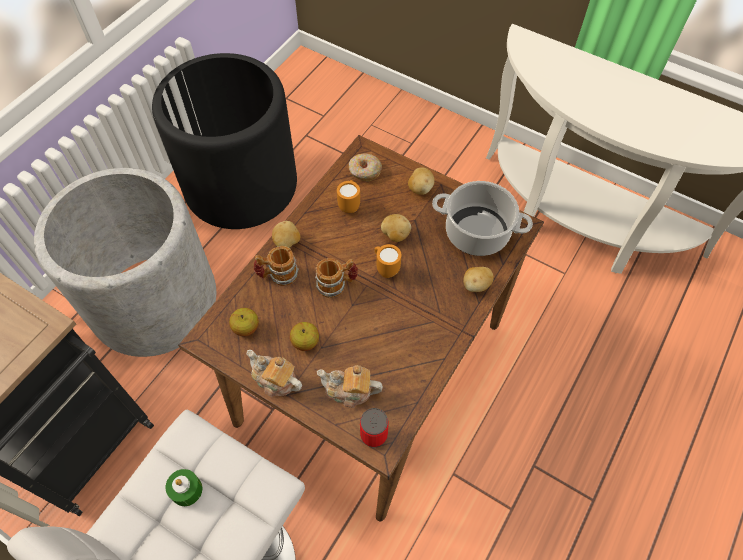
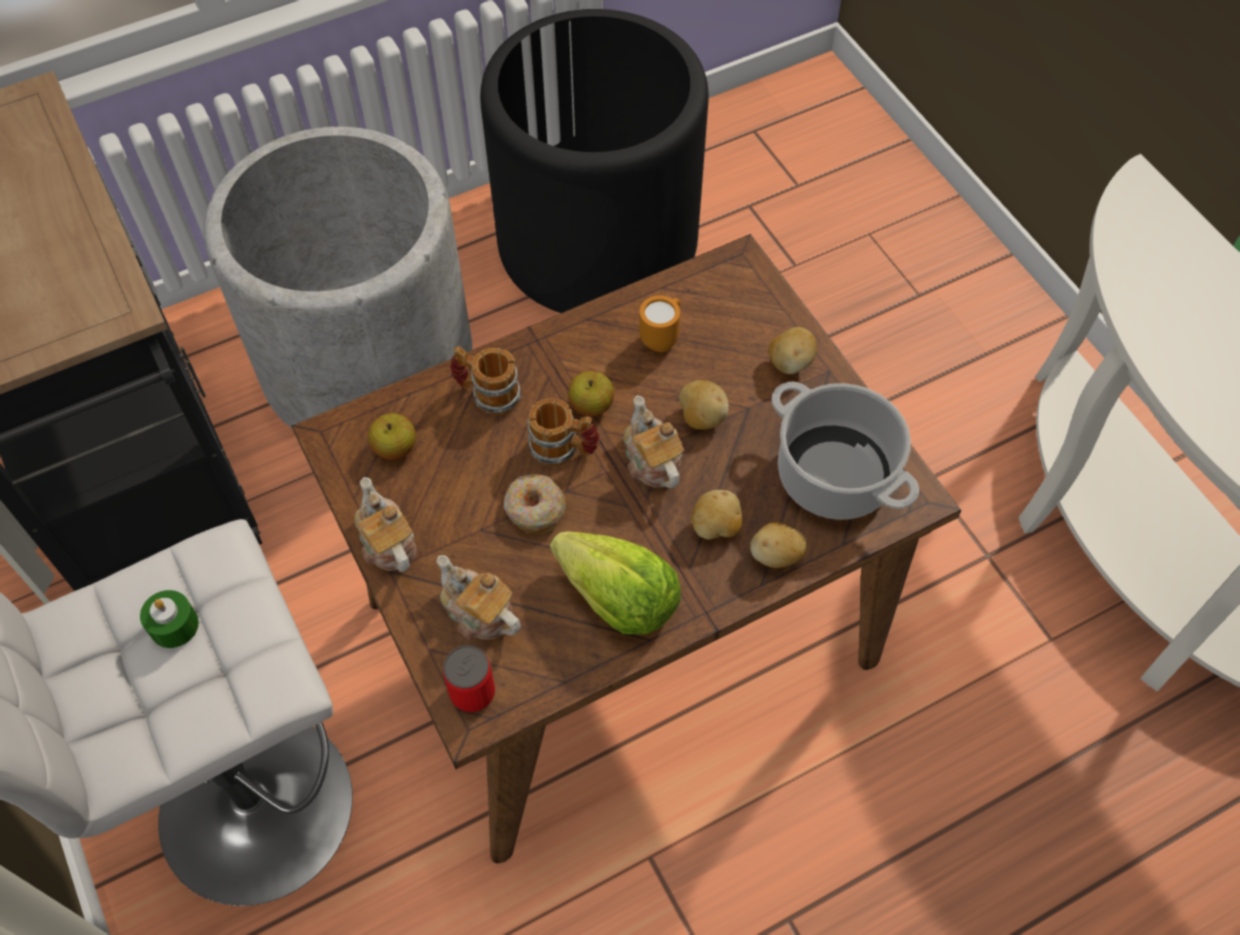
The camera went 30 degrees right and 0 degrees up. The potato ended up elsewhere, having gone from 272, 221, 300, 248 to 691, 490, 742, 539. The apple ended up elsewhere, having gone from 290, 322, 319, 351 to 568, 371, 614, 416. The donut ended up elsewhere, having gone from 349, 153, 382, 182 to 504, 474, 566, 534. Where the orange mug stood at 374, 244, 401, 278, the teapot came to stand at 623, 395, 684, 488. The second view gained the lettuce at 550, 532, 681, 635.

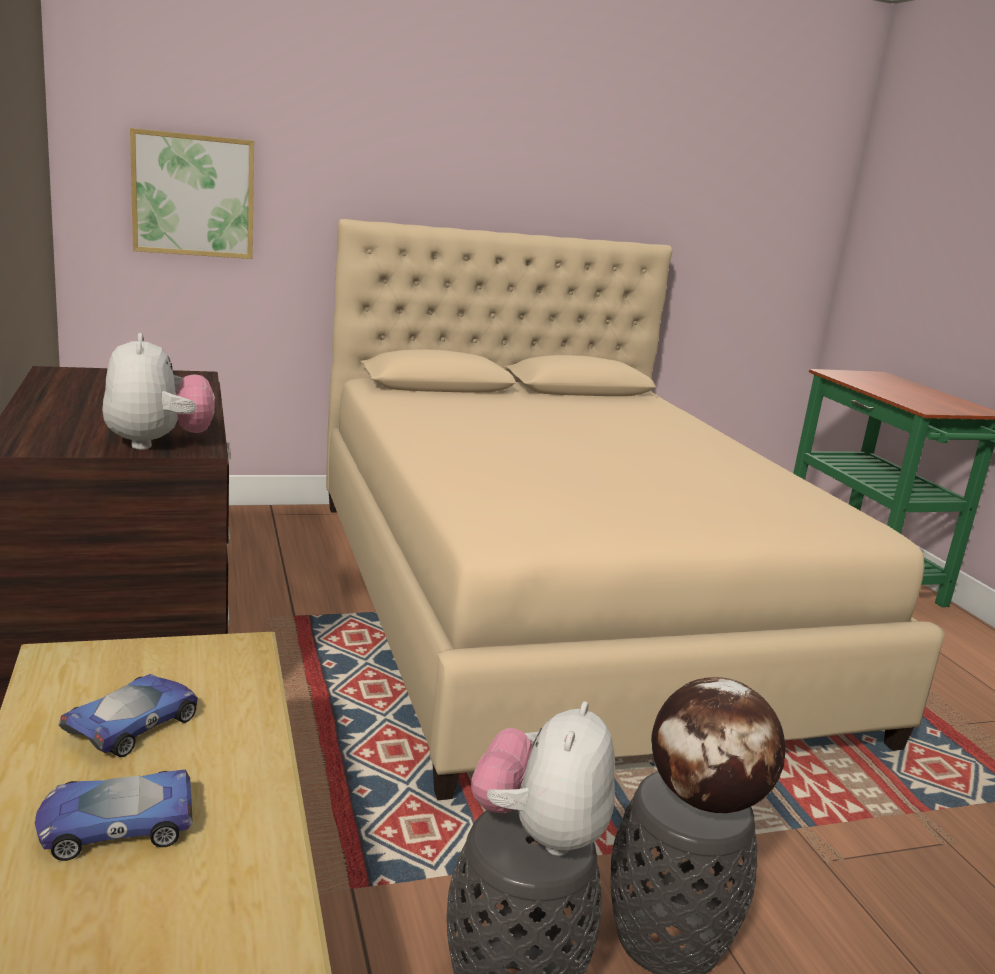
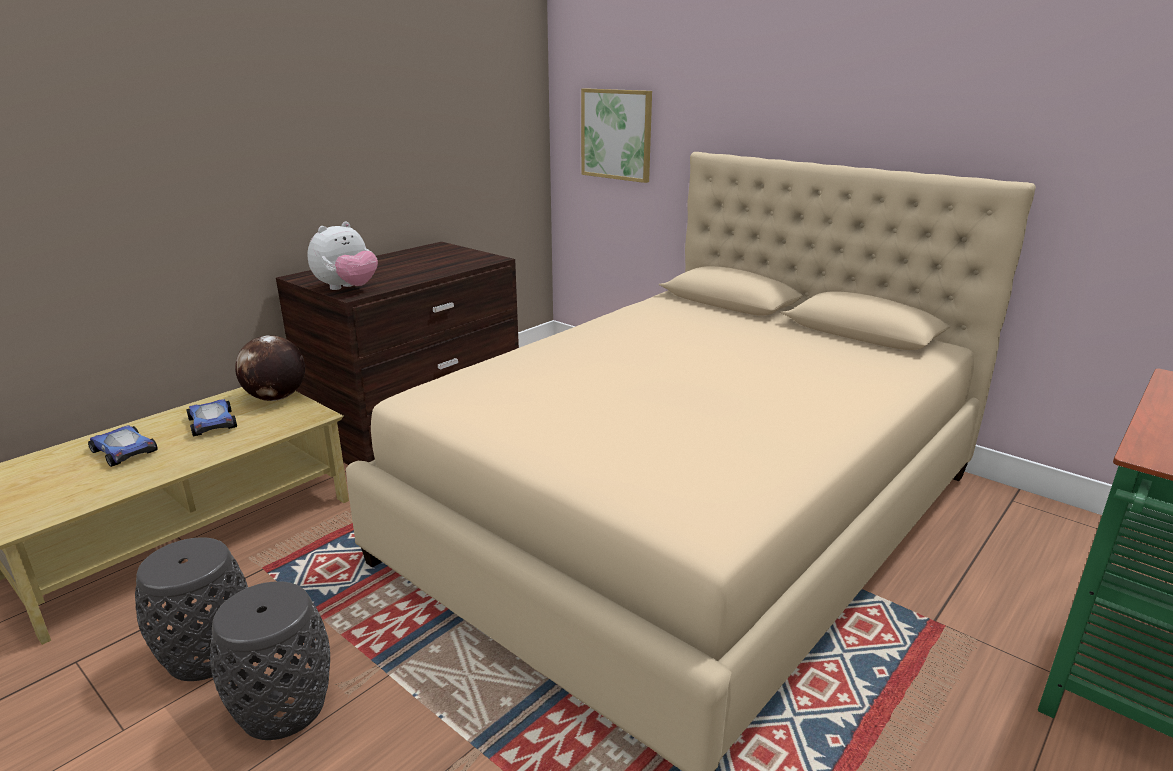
The camera went 60 degrees right and 5 degrees up. The toy car at 58, 674, 198, 757 ended up facing another way, 120 degrees counterclockwise from before. The second view lost the plush toy at 471, 701, 615, 856. The globe ended up elsewhere, having gone from 651, 677, 785, 813 to 235, 335, 305, 401.

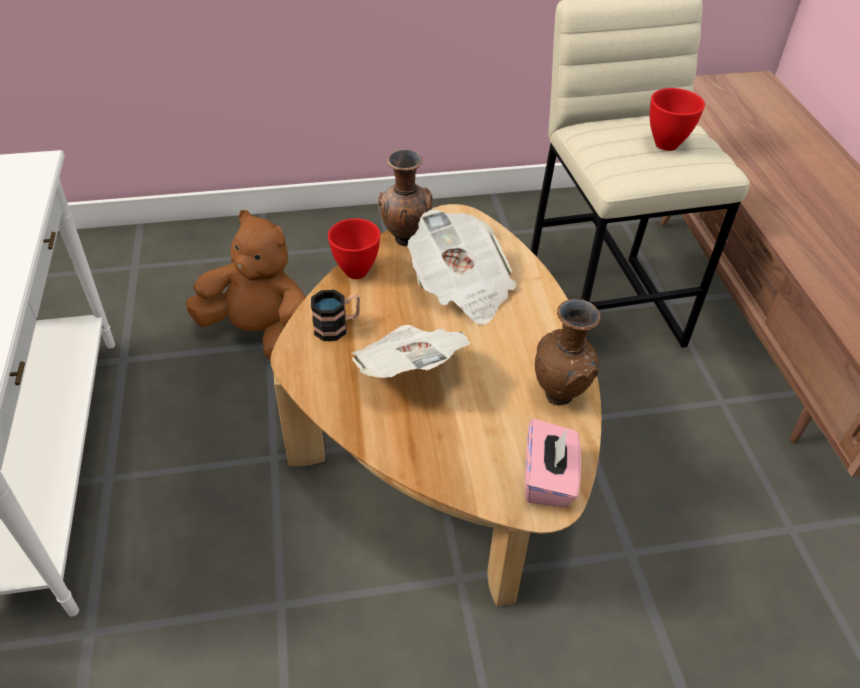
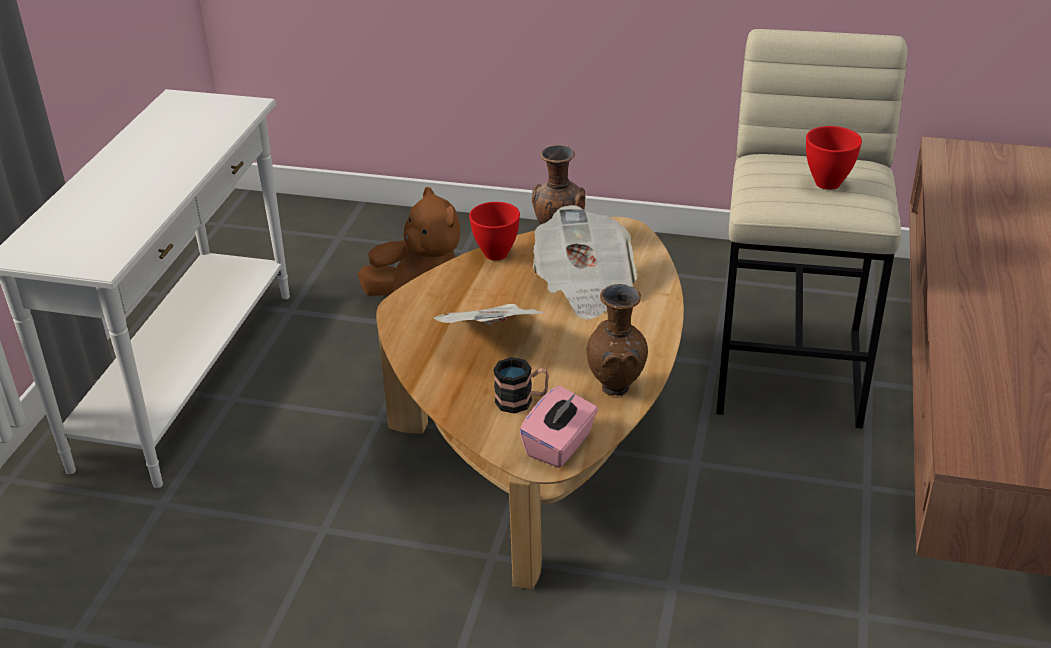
The camera went 25 degrees right and 10 degrees down. The mug ended up elsewhere, having gone from 311, 290, 360, 341 to 494, 357, 549, 414.

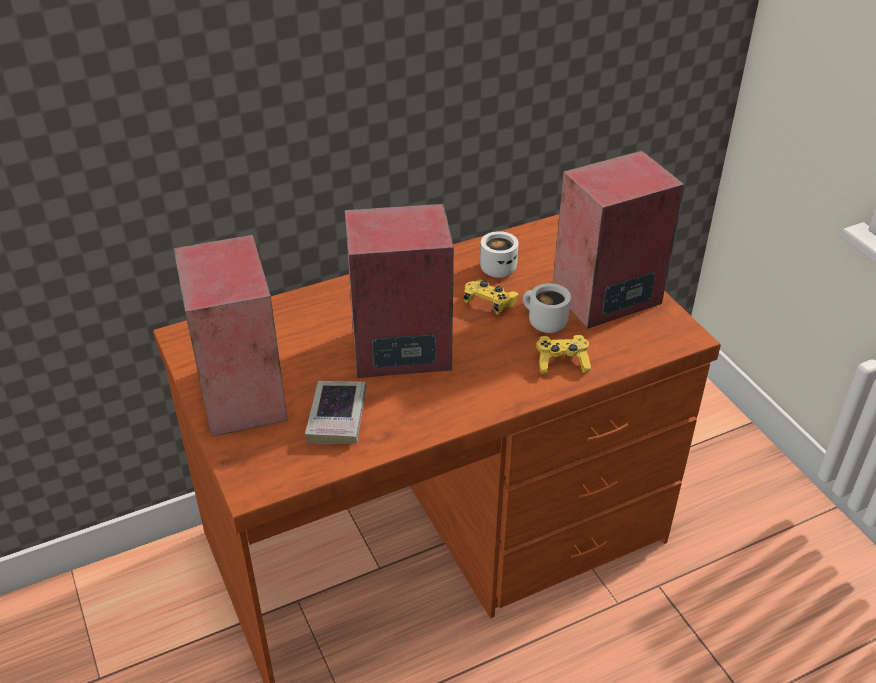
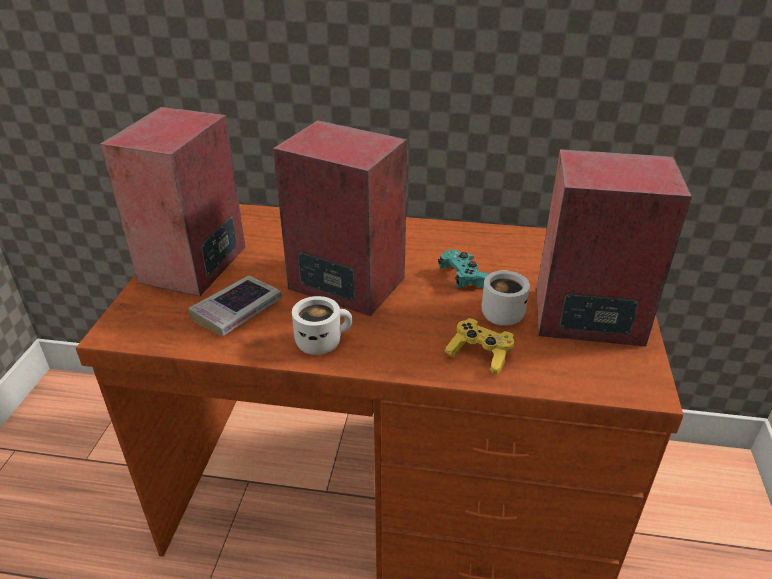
The camera went 35 degrees right and 5 degrees down. What was the yellow game controller at 464, 279, 520, 315 turned into the turquoise game controller at 438, 249, 489, 288. The white mug ended up elsewhere, having gone from 480, 231, 519, 278 to 292, 296, 352, 355.

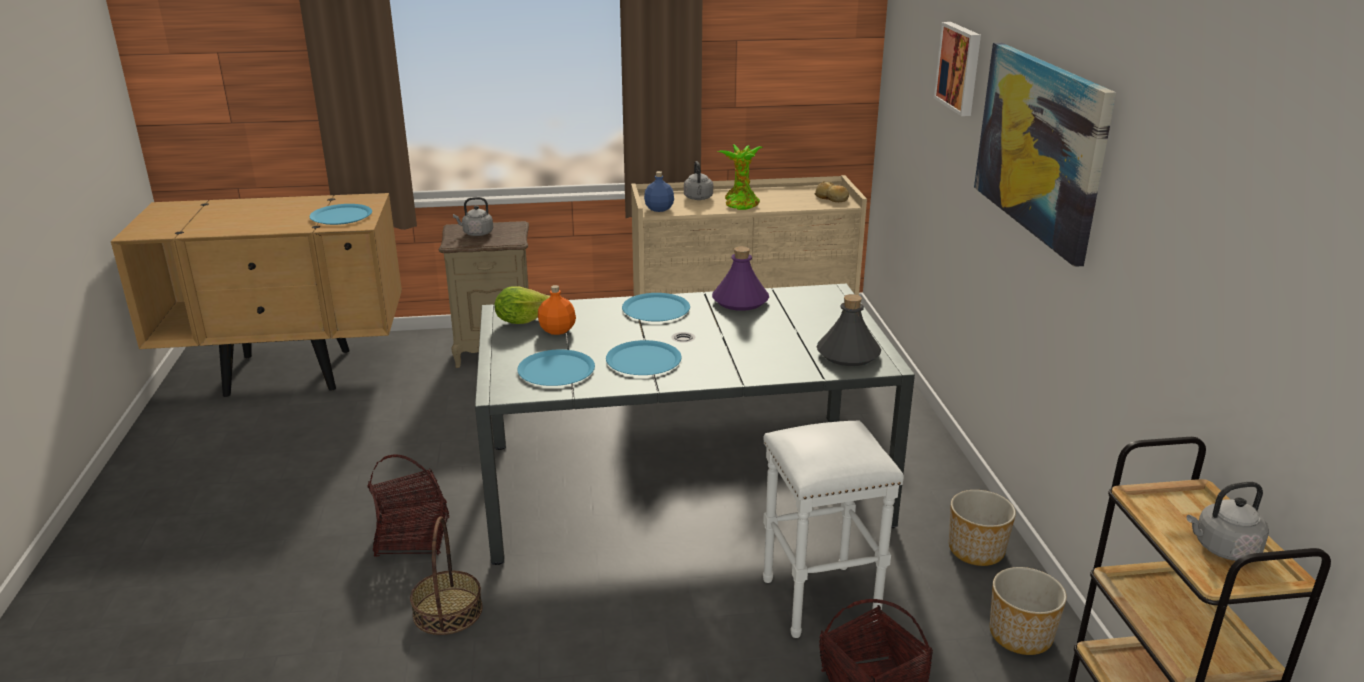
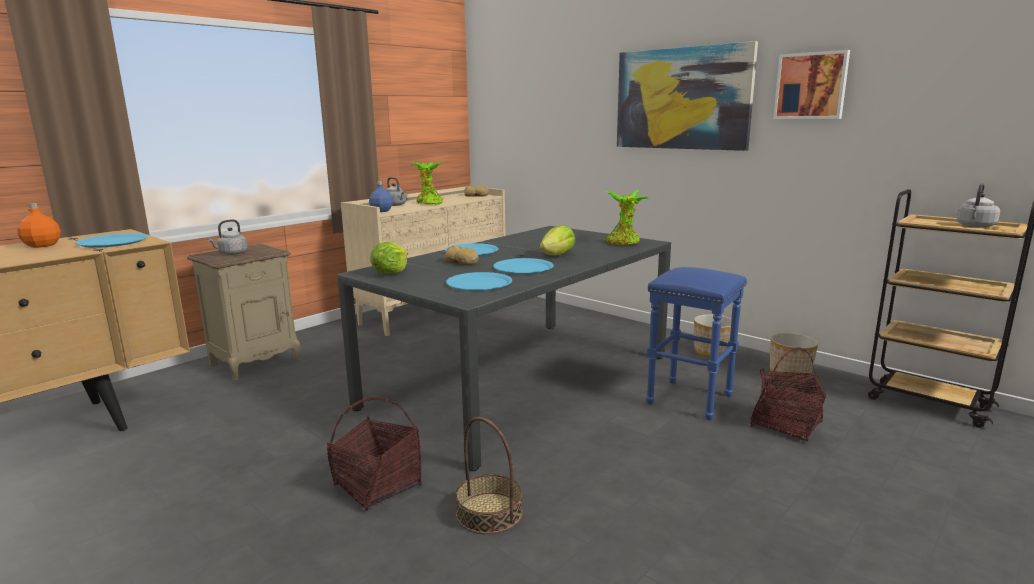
The camera went 40 degrees left and 10 degrees down. The orange bottle ended up elsewhere, having gone from 538, 285, 576, 335 to 17, 203, 61, 248. The second view lost the purple bottle at 712, 246, 769, 311. What was the white stool at 763, 420, 904, 638 turned into the blue stool at 646, 267, 747, 420. Where the grey bottle stood at 817, 294, 881, 366, the potted plant came to stand at 605, 190, 648, 245. The picture ended up elsewhere, having gone from 934, 22, 981, 116 to 773, 50, 850, 119. The second view gained the bread at 444, 246, 479, 265. The second view gained the lettuce at 540, 225, 575, 255.

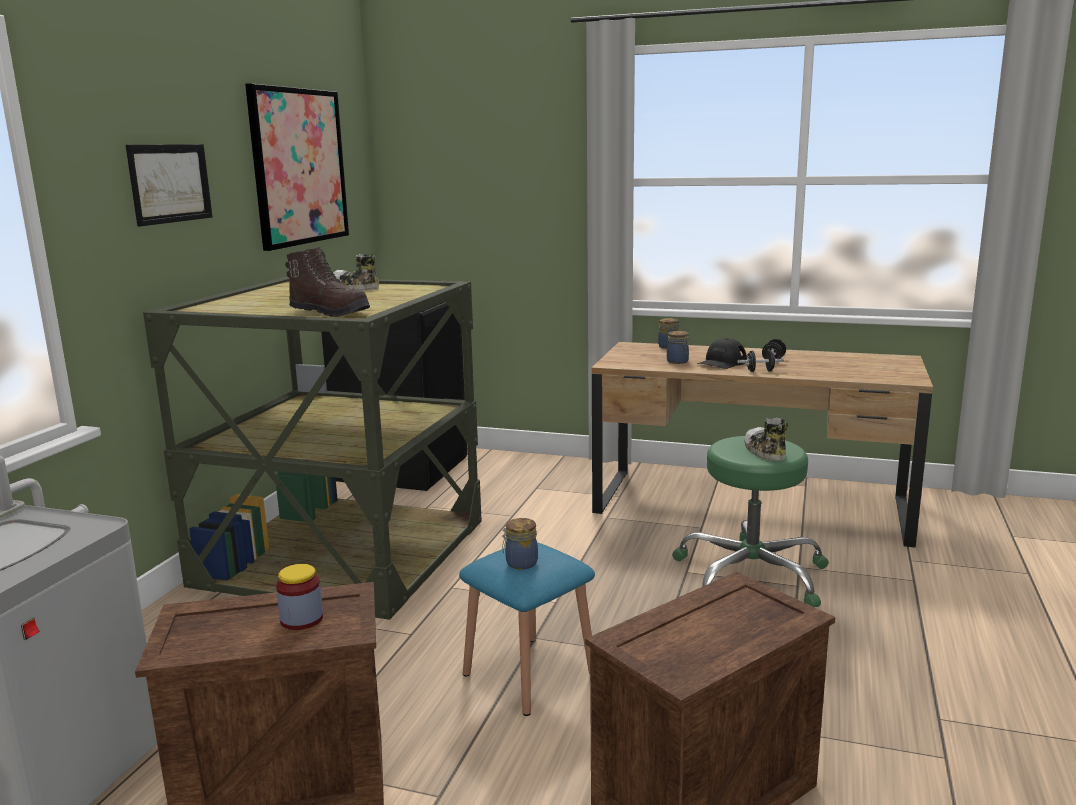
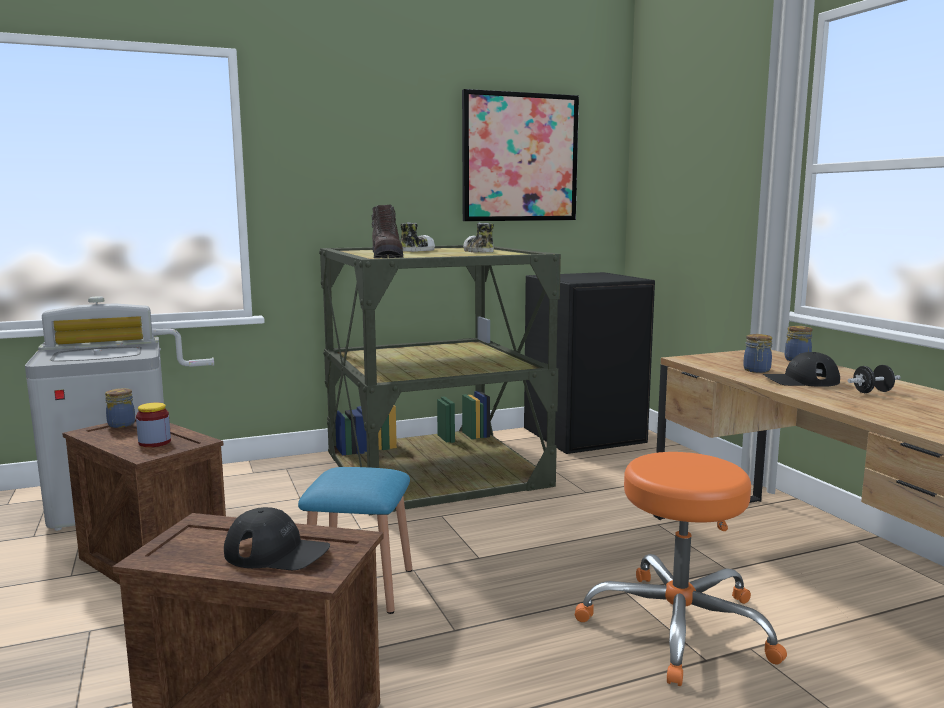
The camera went 50 degrees right and 5 degrees down. The second view lost the picture at 126, 144, 213, 227. The jar ended up elsewhere, having gone from 502, 518, 538, 570 to 105, 388, 135, 428. What was the green stool at 672, 436, 829, 607 turned into the orange stool at 575, 452, 787, 686. The second view lost the black dumbbell at 737, 350, 784, 372. The shoe ended up elsewhere, having gone from 744, 418, 788, 461 to 400, 222, 435, 252. The second view gained the black cap at 224, 507, 330, 570.

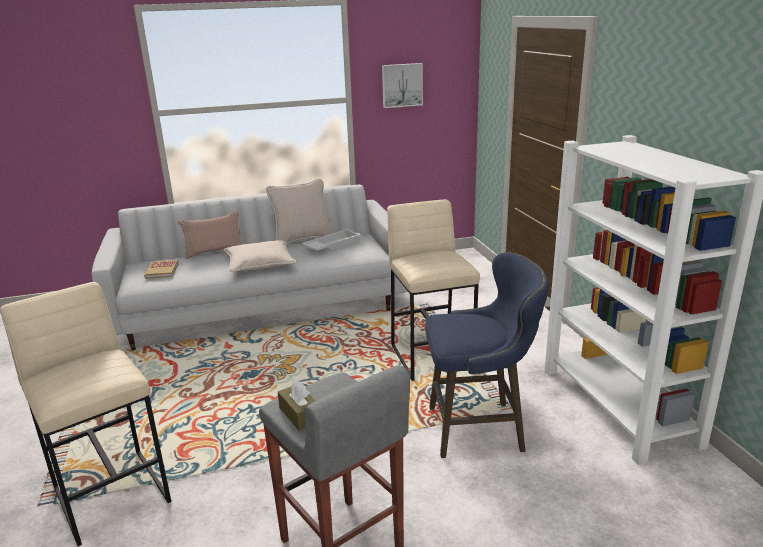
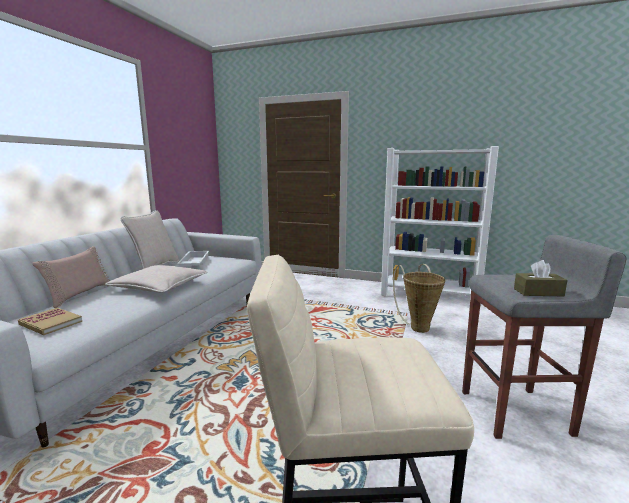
The camera went 55 degrees left and 10 degrees down. The second view lost the picture at 382, 63, 423, 108. The second view lost the beige stool at 387, 199, 480, 381. Where the blue stool stood at 425, 252, 549, 458, the basket came to stand at 393, 264, 446, 333.

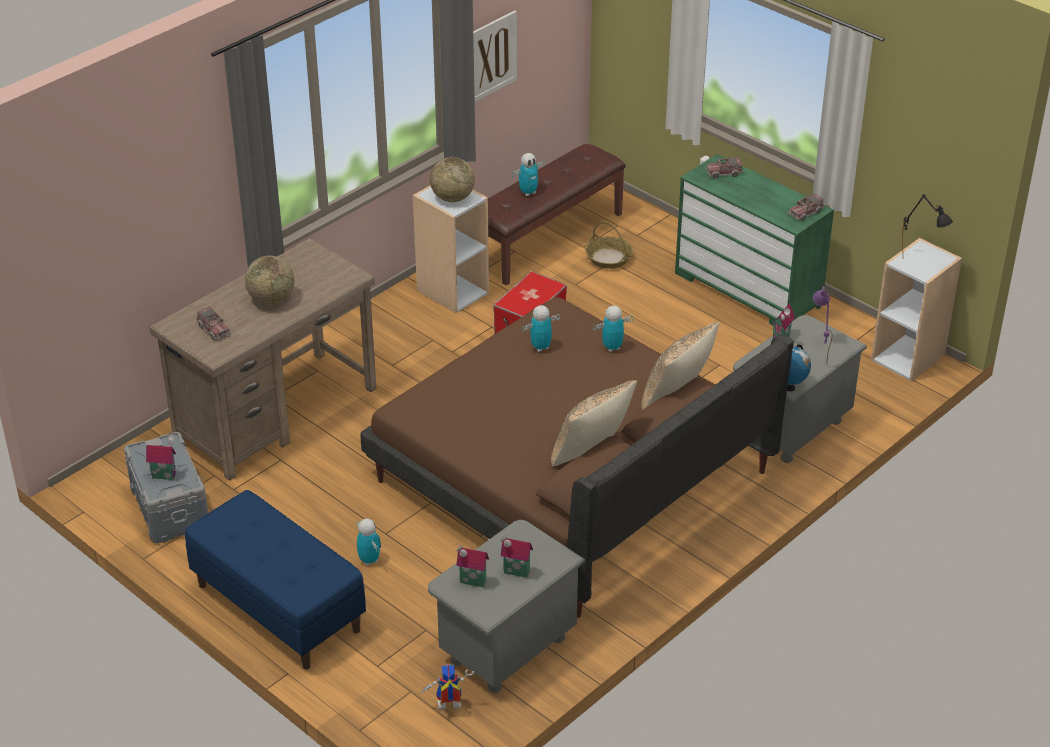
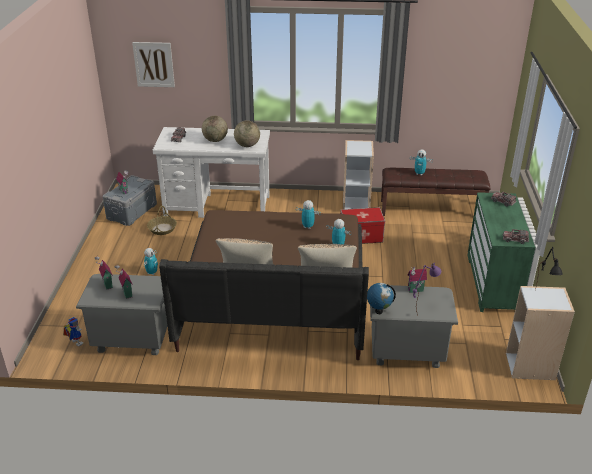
The camera went 50 degrees right and 5 degrees down. What was the brown desk at 149, 239, 376, 481 turned into the white desk at 153, 127, 270, 218. The second view lost the blue bench at 185, 490, 366, 669. The globe ended up elsewhere, having gone from 430, 157, 475, 202 to 234, 121, 260, 147. The picture ended up elsewhere, having gone from 473, 11, 517, 102 to 132, 42, 175, 87. The basket ended up elsewhere, having gone from 585, 221, 634, 269 to 147, 206, 177, 235.

